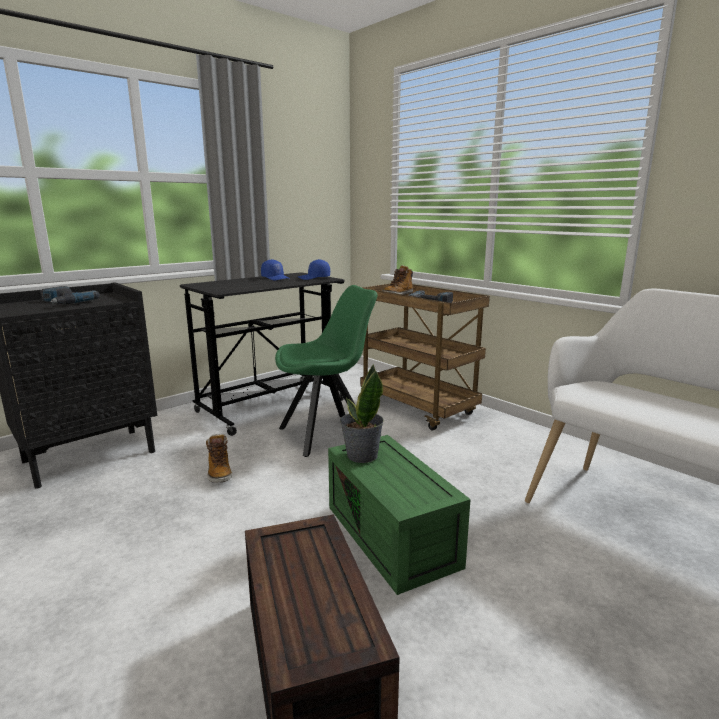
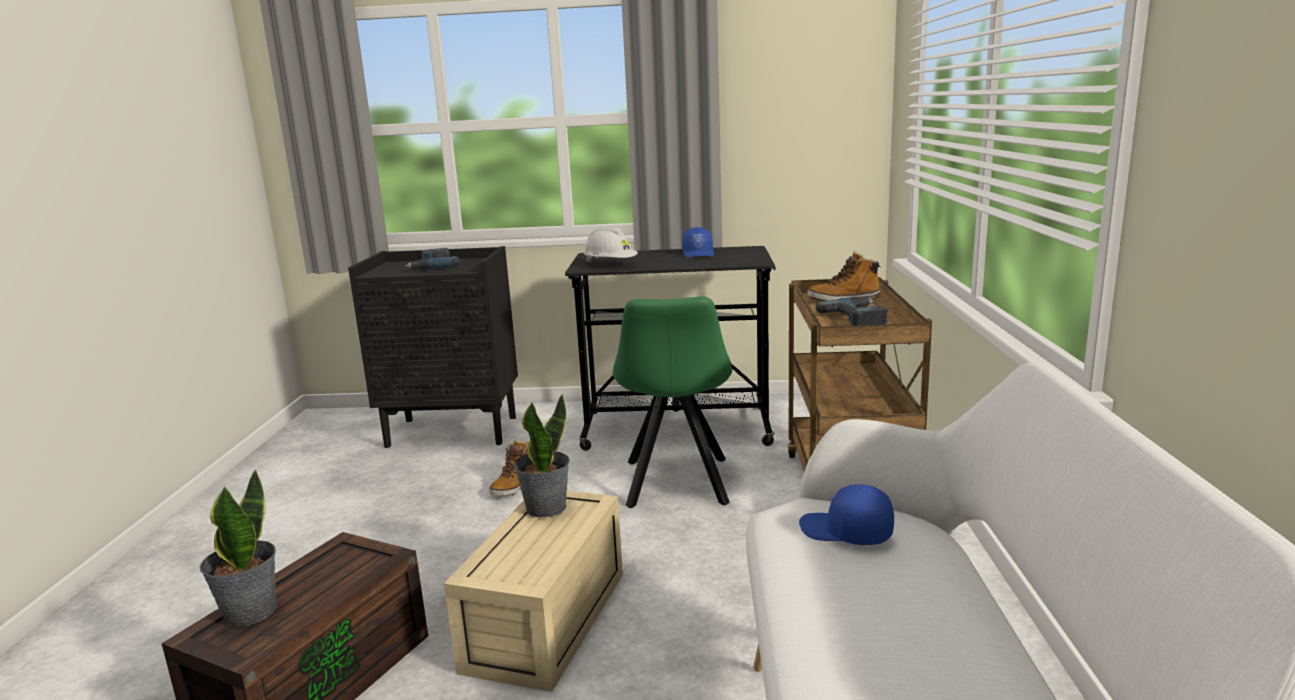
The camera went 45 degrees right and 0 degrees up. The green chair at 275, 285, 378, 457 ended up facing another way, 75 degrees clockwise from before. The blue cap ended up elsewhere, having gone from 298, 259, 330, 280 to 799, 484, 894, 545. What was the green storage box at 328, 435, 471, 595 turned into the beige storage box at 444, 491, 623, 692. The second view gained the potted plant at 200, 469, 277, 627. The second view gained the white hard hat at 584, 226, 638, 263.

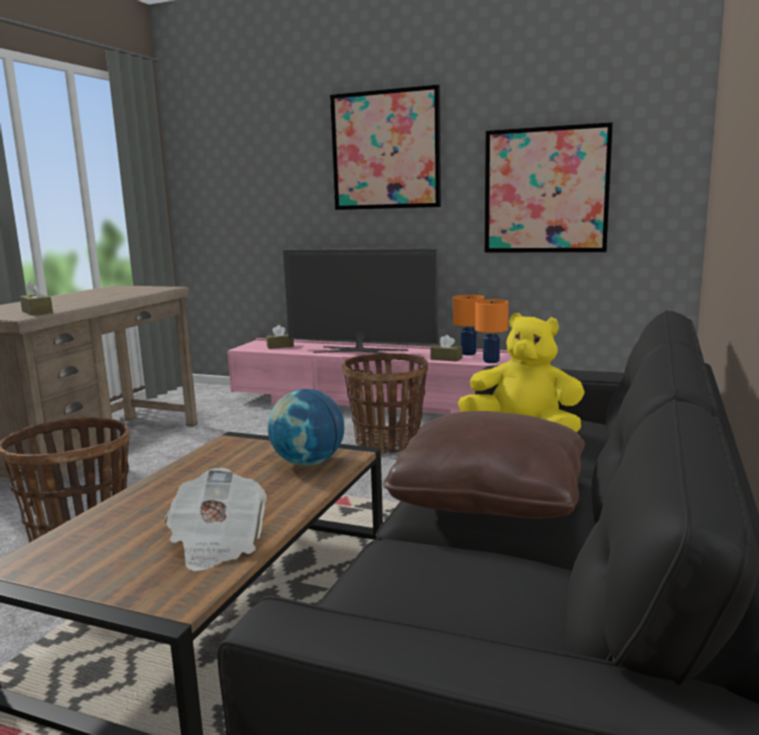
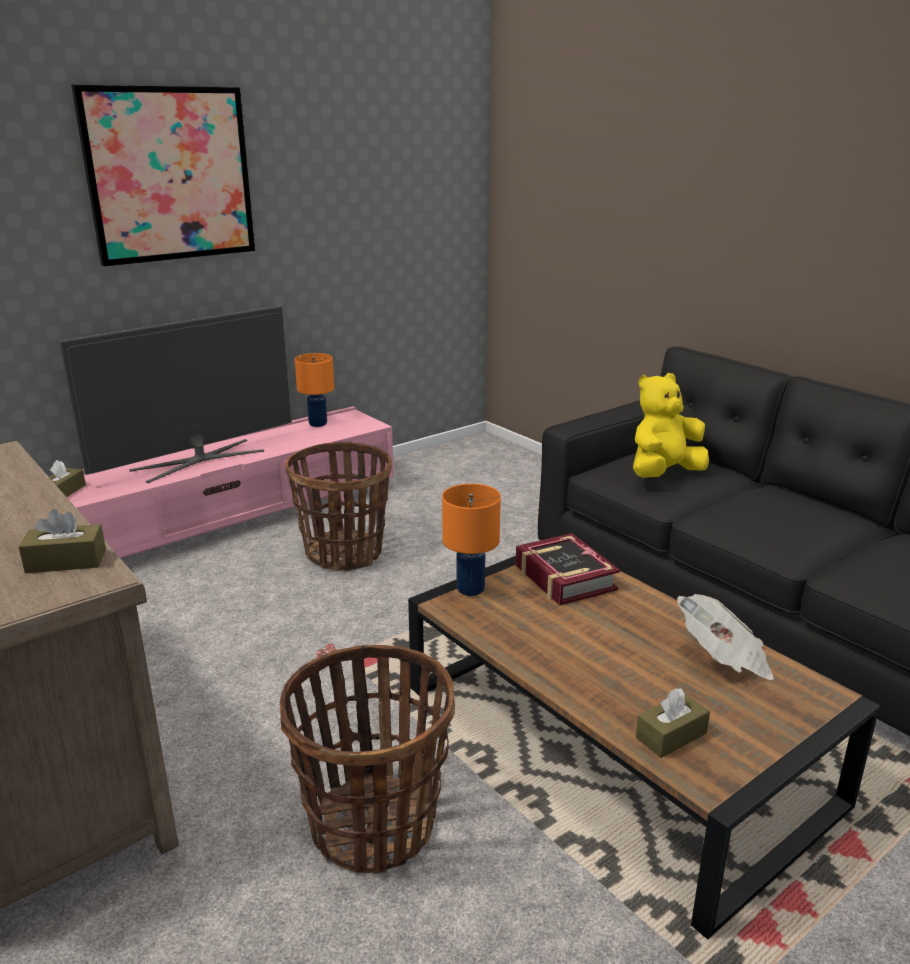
The camera went 60 degrees left and 10 degrees up. Where the globe stood at 268, 389, 344, 466, the book came to stand at 516, 533, 620, 606. The second view lost the brown pillow at 383, 411, 585, 519. The brown tissue box ended up elsewhere, having gone from 430, 335, 462, 362 to 636, 688, 710, 758. The orange table lamp ended up elsewhere, having gone from 475, 299, 509, 363 to 442, 484, 501, 596. The second view lost the picture at 485, 122, 613, 253.

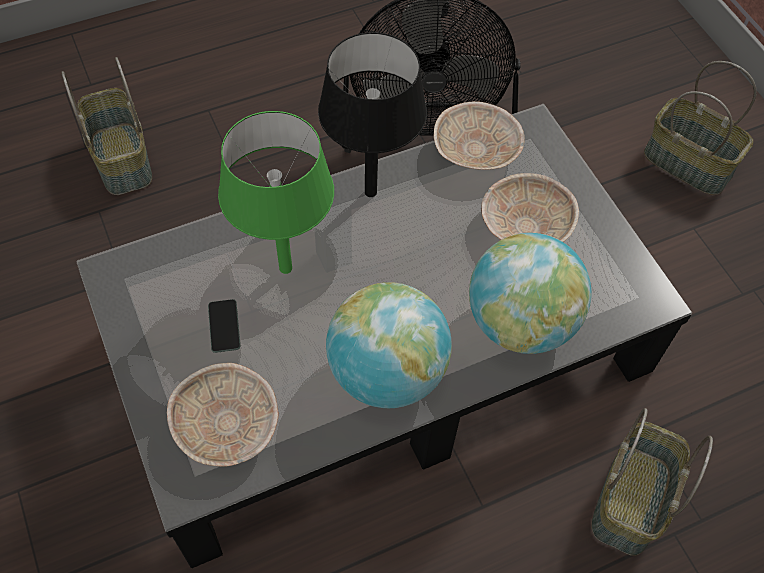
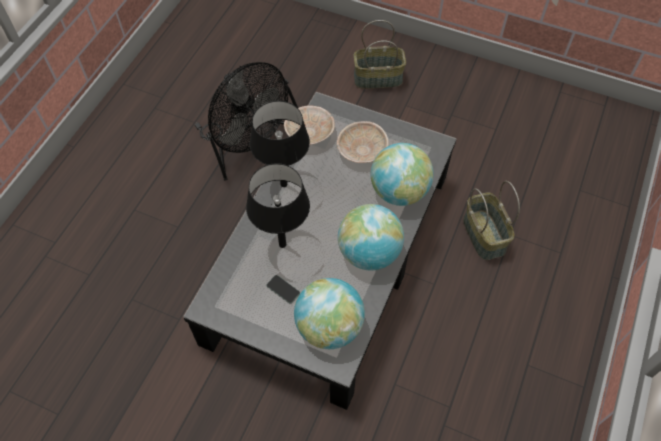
The camera went 40 degrees left and 0 degrees up. The second view lost the basket at 61, 57, 152, 195. Where the beige bowl stood at 167, 363, 279, 466, the globe came to stand at 294, 278, 365, 349. What was the green table lamp at 218, 111, 334, 274 turned into the black table lamp at 246, 163, 310, 248.

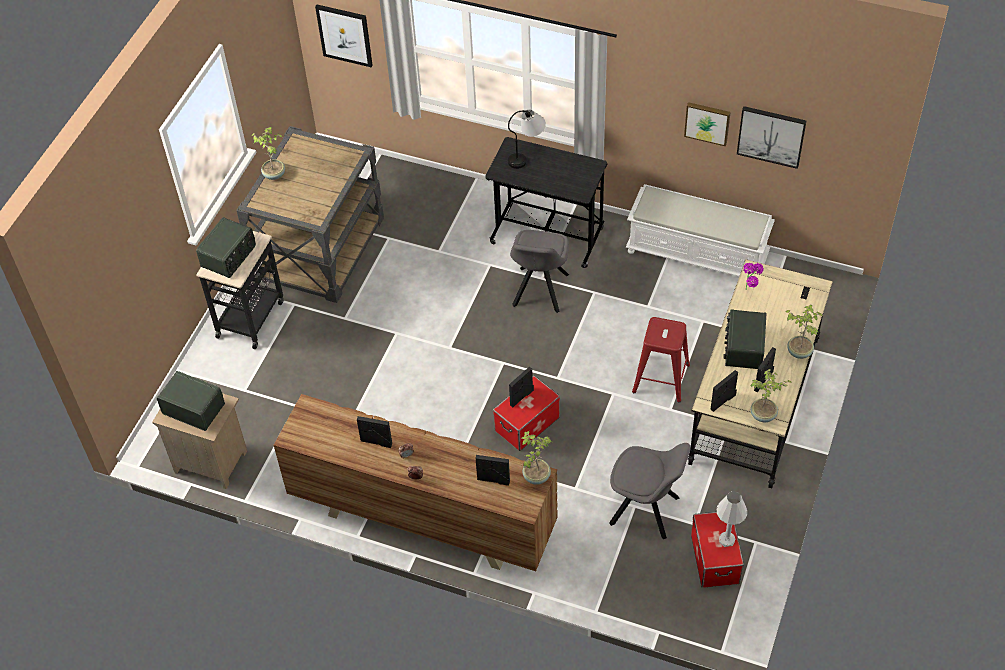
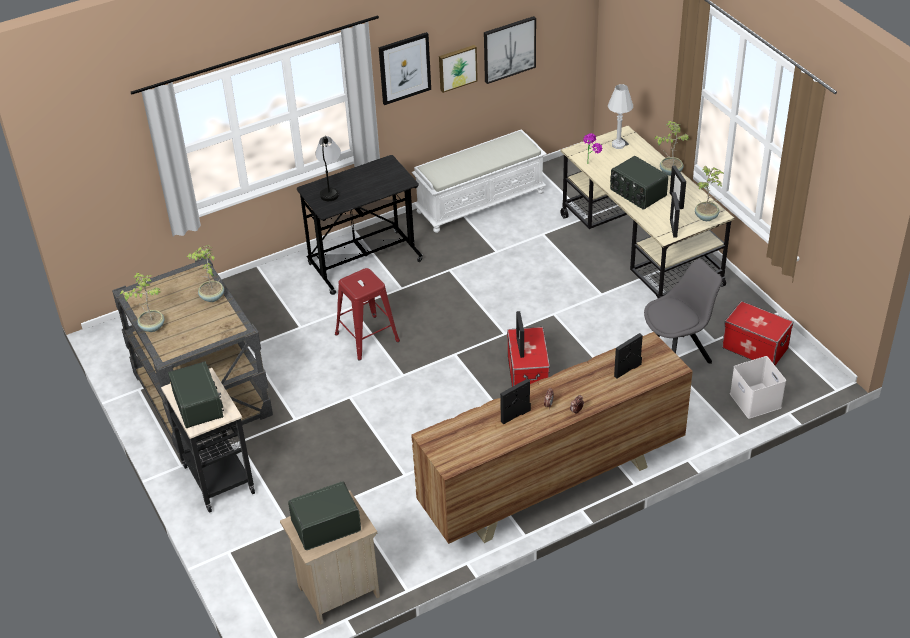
The camera went 50 degrees left and 10 degrees down. The picture ended up elsewhere, having gone from 315, 4, 372, 67 to 379, 32, 431, 105. The second view lost the grey chair at 510, 230, 569, 313. The potted plant ended up elsewhere, having gone from 522, 431, 552, 485 to 186, 245, 224, 302. The red stool ended up elsewhere, having gone from 632, 317, 690, 403 to 335, 268, 400, 360. The white table lamp ended up elsewhere, having gone from 717, 491, 747, 547 to 608, 84, 633, 149. The second view gained the white storage box at 730, 356, 786, 419.

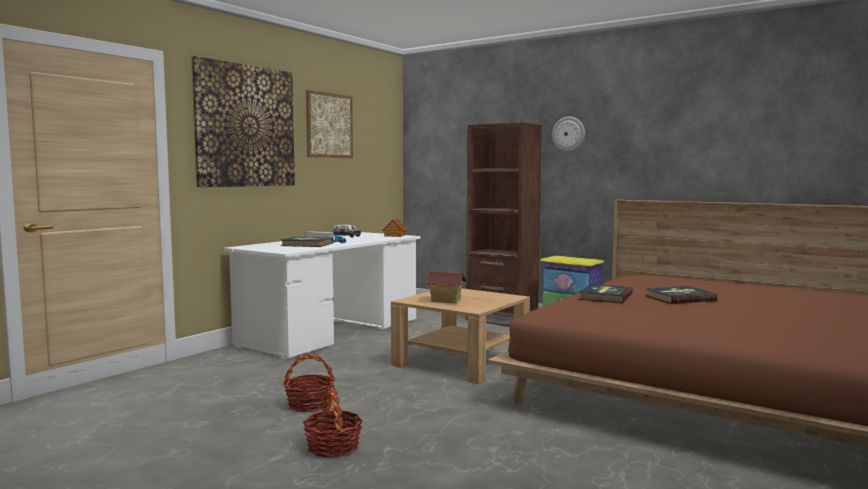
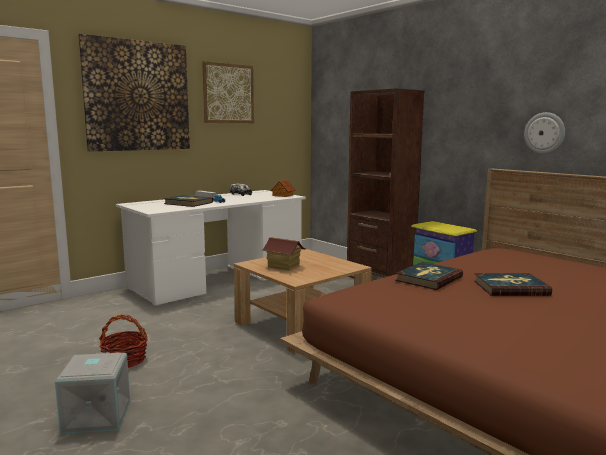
The camera went 15 degrees right and 5 degrees up. Where the basket stood at 303, 387, 363, 458, the grey storage box came to stand at 55, 352, 130, 434. The wall clock ended up elsewhere, having gone from 552, 116, 585, 152 to 524, 112, 565, 154.

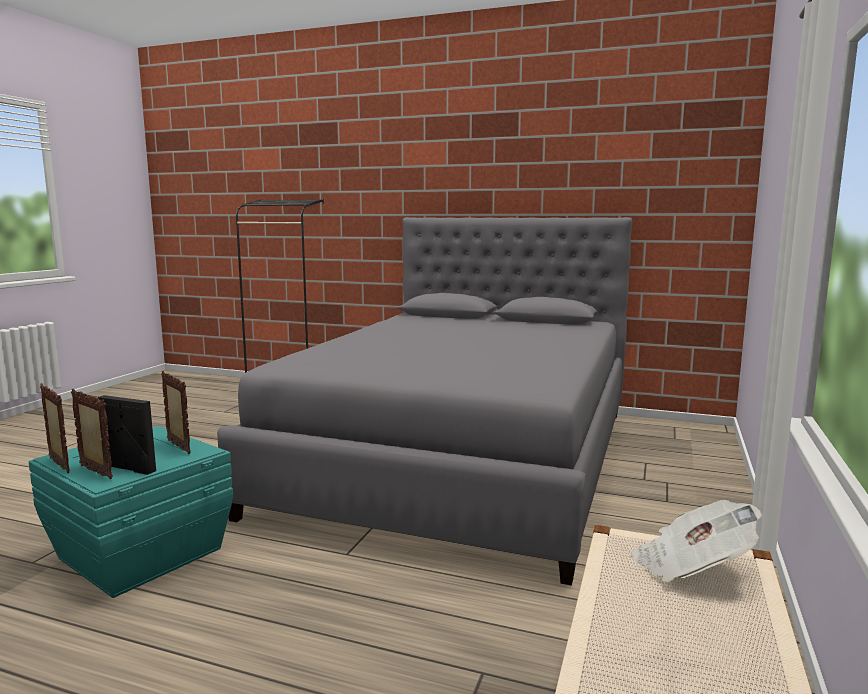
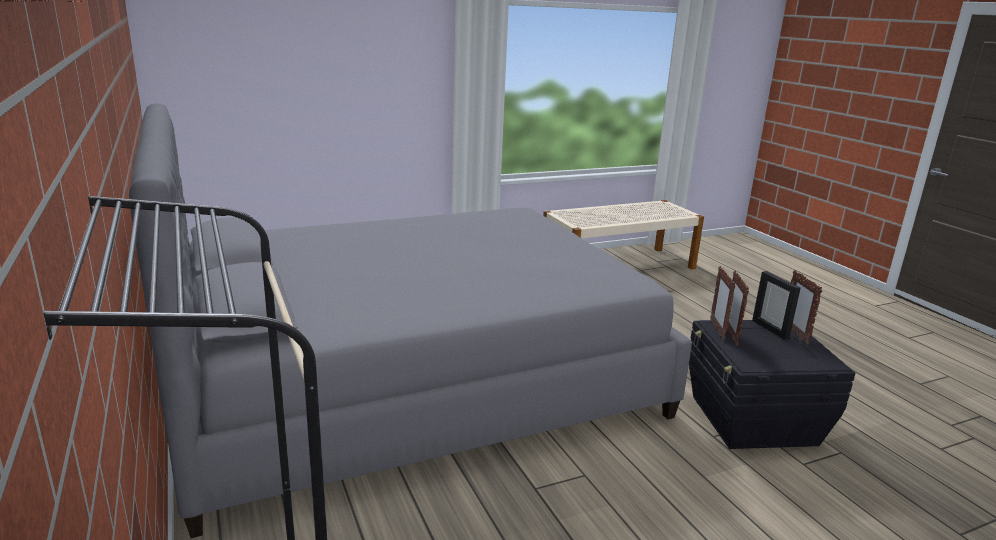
The camera went 135 degrees left and 10 degrees up. What was the turquoise storage box at 29, 426, 233, 598 turned into the black storage box at 689, 320, 855, 449. The picture frame ended up elsewhere, having gone from 40, 383, 70, 473 to 710, 266, 735, 341. The second view lost the newspaper at 631, 500, 763, 582.

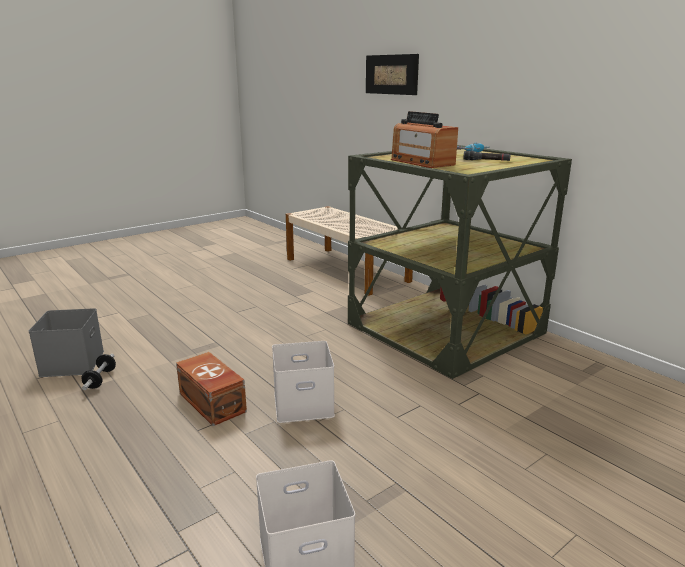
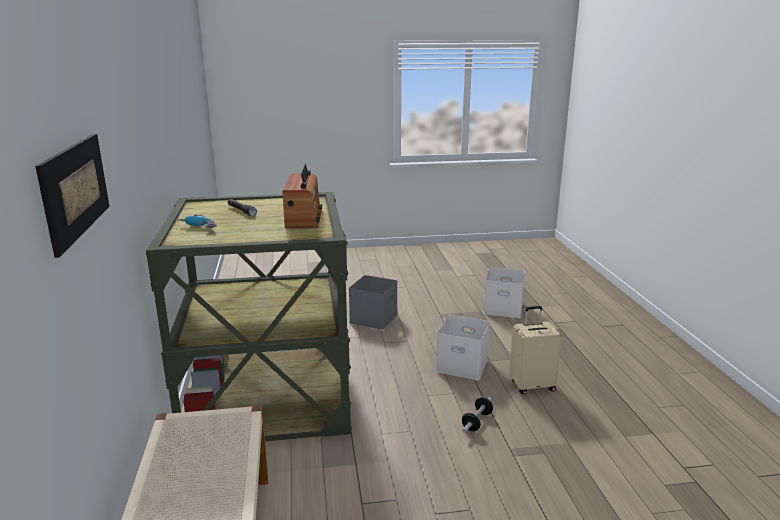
The camera went 150 degrees left and 0 degrees up. The grey storage box ended up elsewhere, having gone from 29, 308, 104, 377 to 349, 275, 397, 330. The dumbbell ended up elsewhere, having gone from 82, 354, 116, 390 to 462, 397, 493, 433. Where the brown storage box stood at 176, 352, 247, 426, the beige suitcase came to stand at 509, 306, 562, 394.

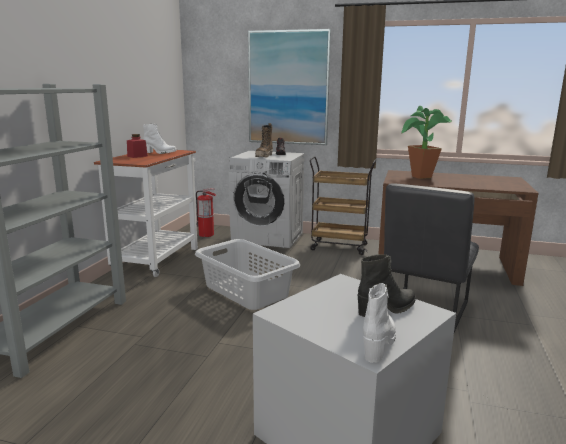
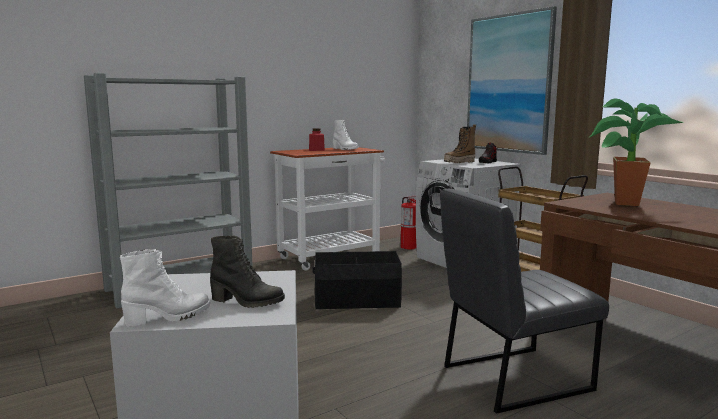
The camera went 40 degrees right and 5 degrees down. Where the grey laundry basket stood at 195, 239, 300, 310, the black storage box came to stand at 312, 251, 402, 309.

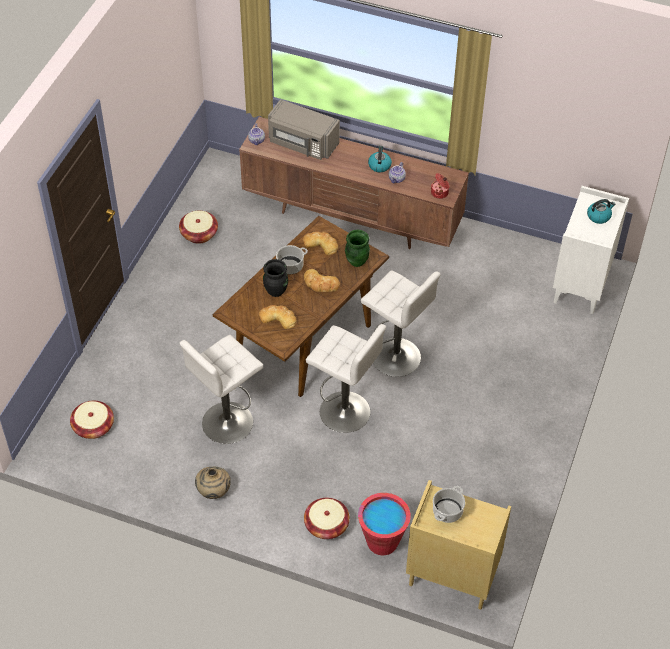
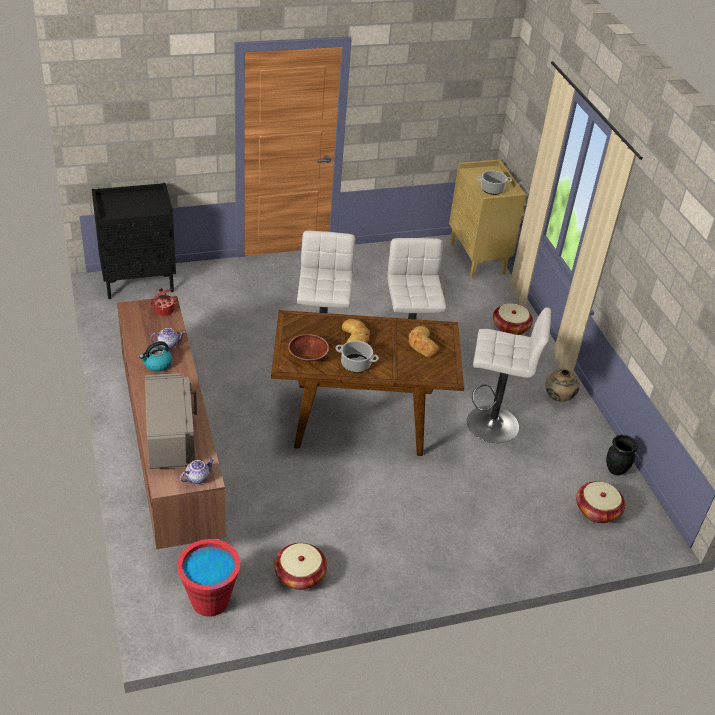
The camera went 130 degrees left and 10 degrees down. The black vase ended up elsewhere, having gone from 263, 259, 288, 297 to 606, 435, 638, 475. Where the bread stood at 303, 231, 338, 255, the brown bowl came to stand at 288, 334, 329, 362. The second view lost the green vase at 345, 229, 370, 267. The red bucket ended up elsewhere, having gone from 358, 493, 411, 555 to 177, 539, 240, 617. What was the white cabinet at 553, 186, 629, 314 turned into the black cabinet at 92, 183, 176, 299. The second view lost the kettle at 587, 199, 615, 224.

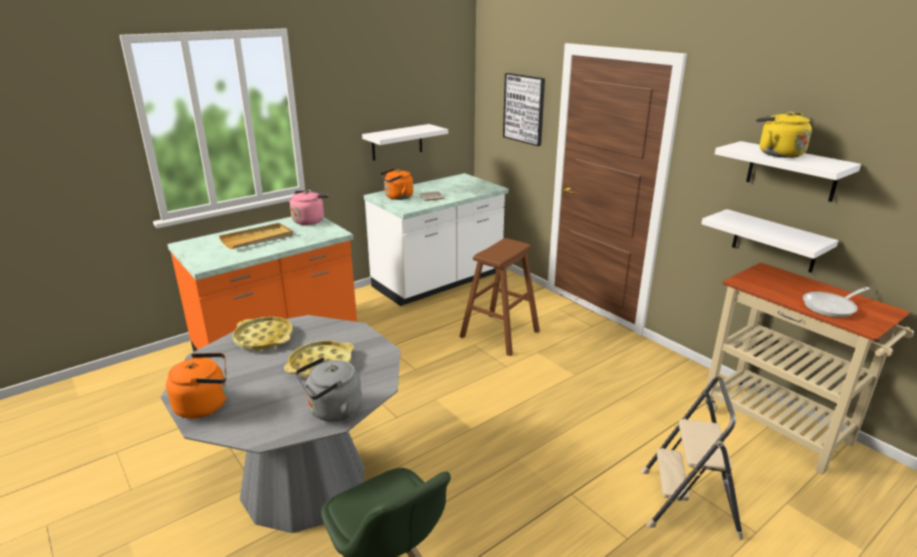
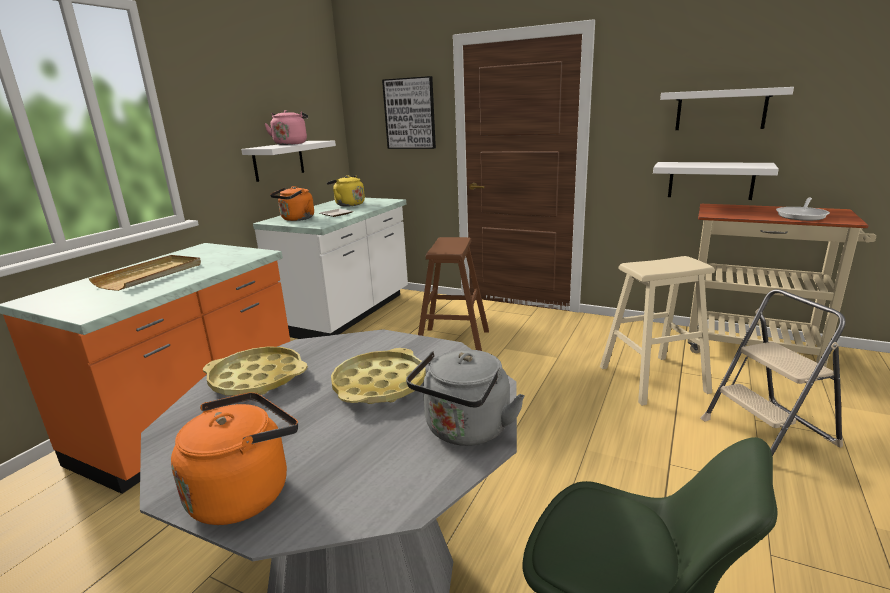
The camera went 25 degrees left and 5 degrees down. The pink kettle ended up elsewhere, having gone from 289, 190, 329, 225 to 264, 110, 308, 145. The yellow kettle ended up elsewhere, having gone from 756, 112, 812, 158 to 327, 175, 365, 207. The second view gained the beige stool at 600, 256, 715, 406.

